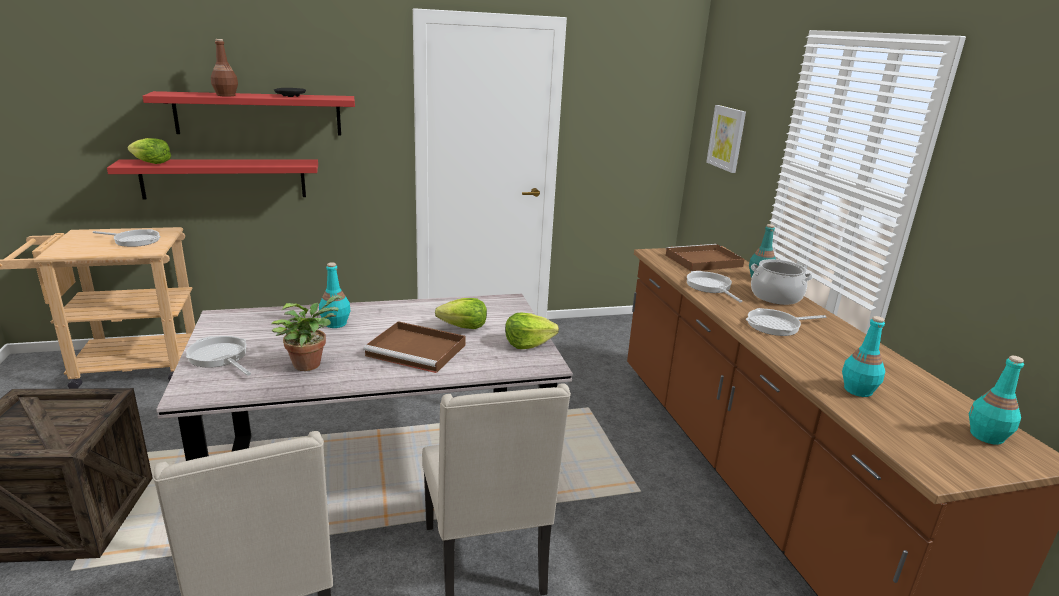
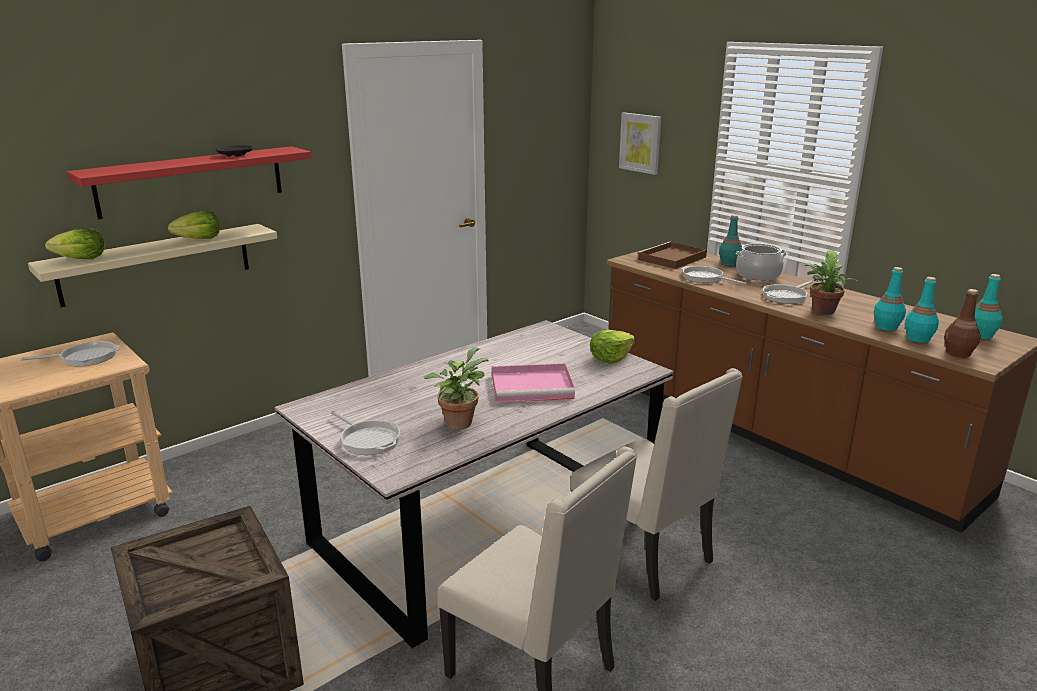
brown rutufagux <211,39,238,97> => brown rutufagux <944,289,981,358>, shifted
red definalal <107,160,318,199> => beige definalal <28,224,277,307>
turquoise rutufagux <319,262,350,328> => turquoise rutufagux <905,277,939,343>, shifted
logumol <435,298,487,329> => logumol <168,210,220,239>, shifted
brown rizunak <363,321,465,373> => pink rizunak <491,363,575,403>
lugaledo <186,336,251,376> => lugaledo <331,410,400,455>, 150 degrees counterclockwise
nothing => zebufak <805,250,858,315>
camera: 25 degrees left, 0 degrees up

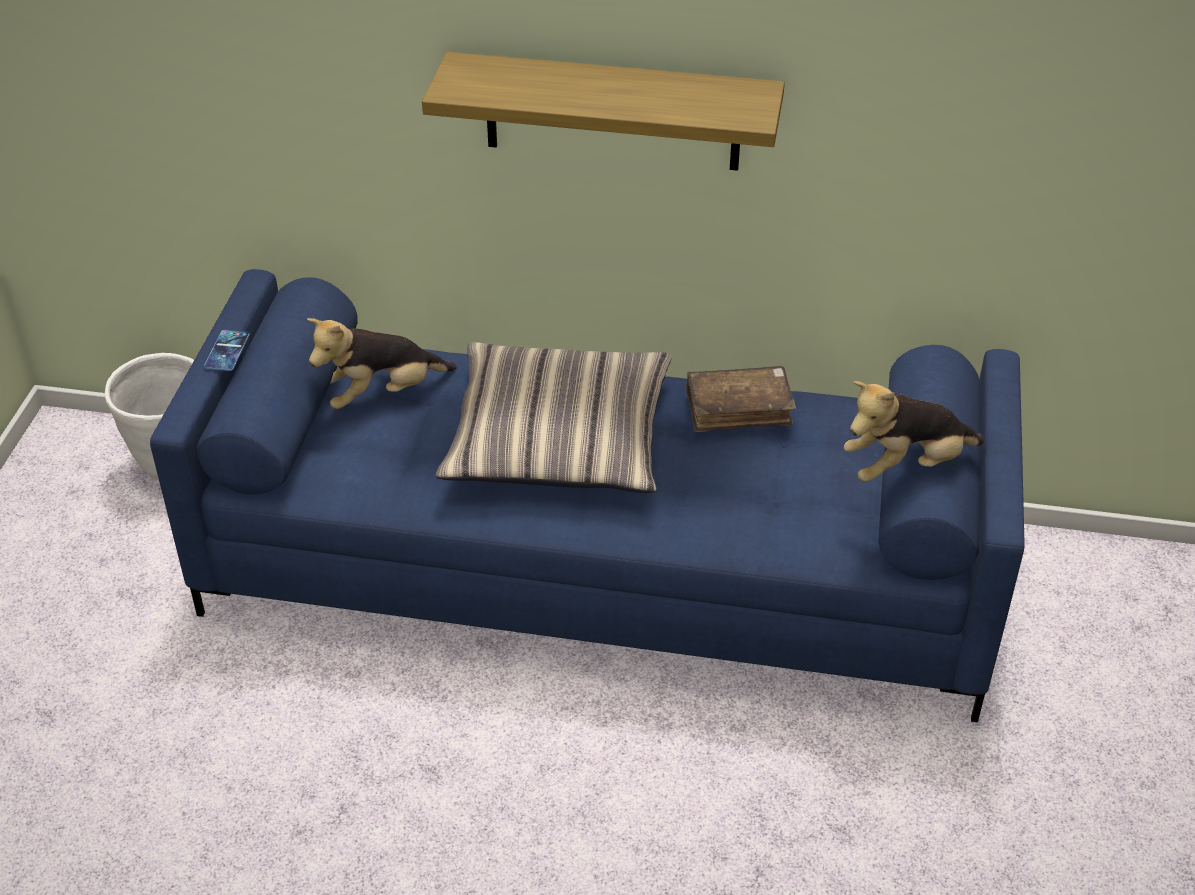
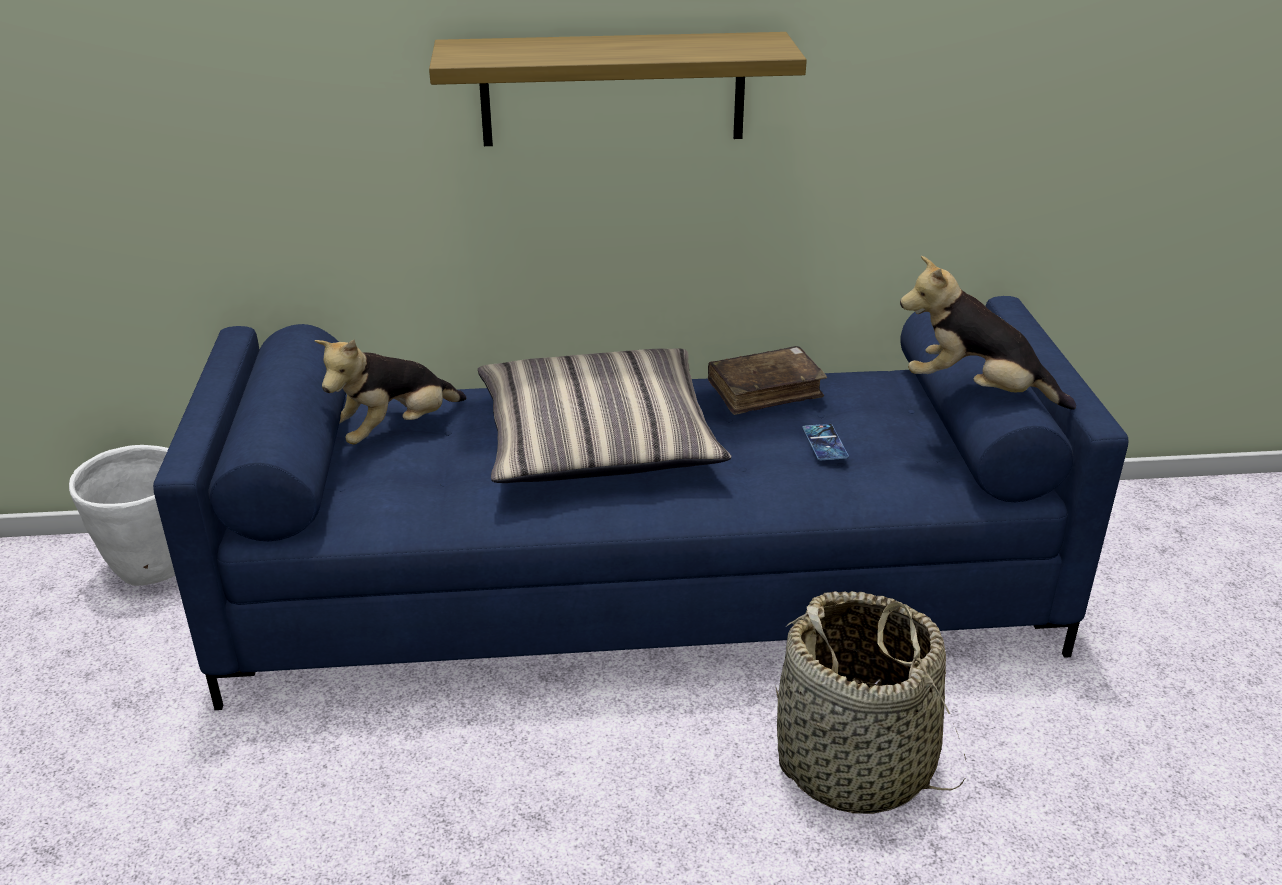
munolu <204,330,250,371> => munolu <802,424,849,460>, shifted
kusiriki <844,381,984,482> => kusiriki <900,256,1076,410>, 60 degrees clockwise
nothing => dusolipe <775,591,966,814>
camera: 15 degrees left, 10 degrees down

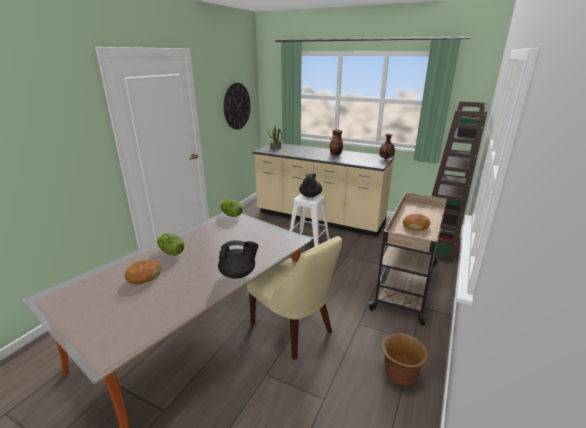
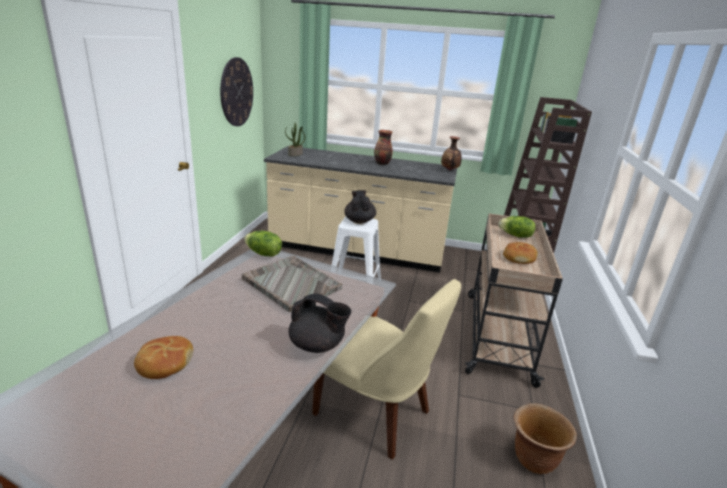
logumol <157,233,184,256> => logumol <498,216,536,238>, shifted
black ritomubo <218,240,258,279> => black ritomubo <288,293,351,353>, 45 degrees clockwise
nothing => grey rizunak <242,256,342,312>
camera: 15 degrees left, 0 degrees up

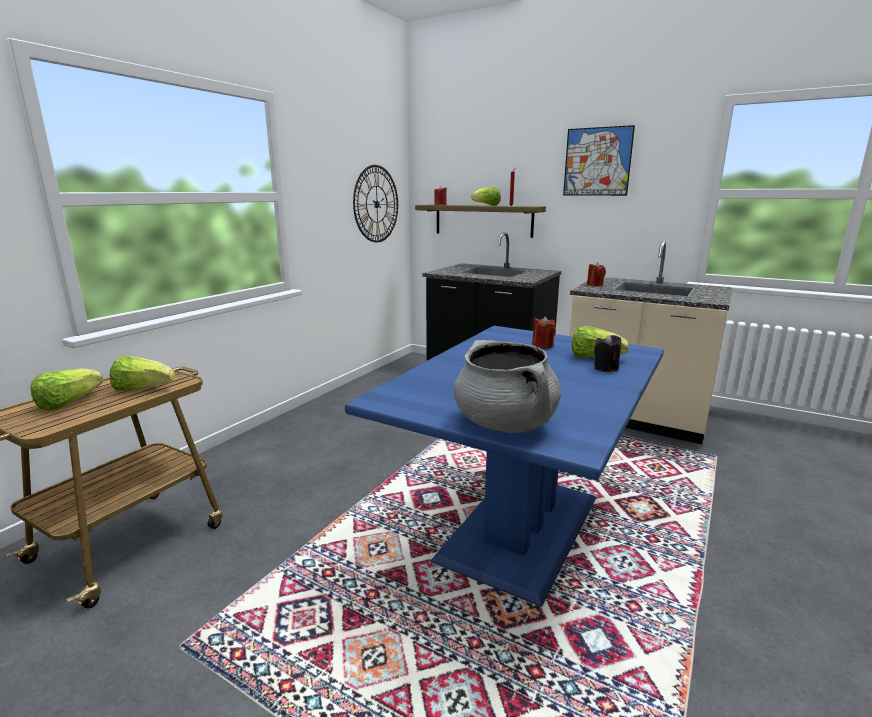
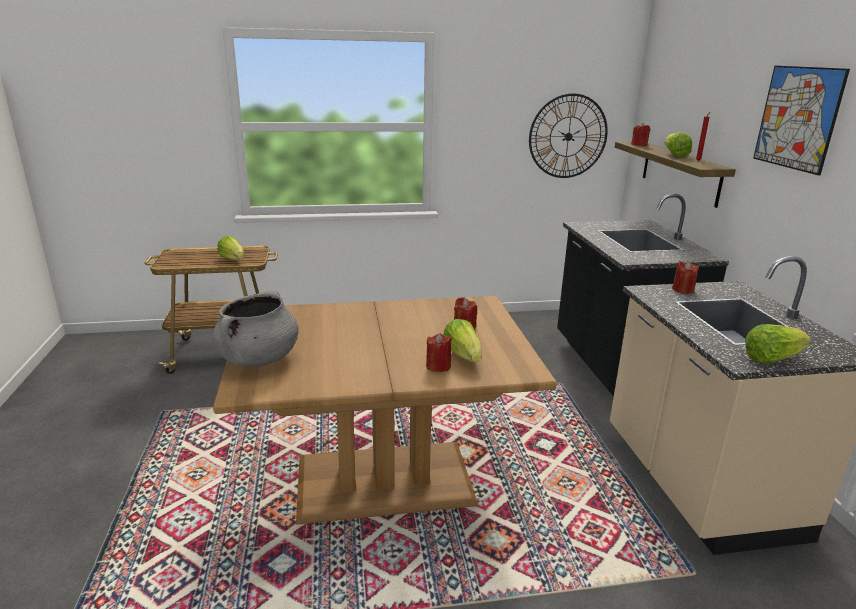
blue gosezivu <345,326,664,607> => brown gosezivu <213,296,557,524>
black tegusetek <594,334,621,372> => red tegusetek <426,333,452,372>
logumol <31,368,103,411> => logumol <745,324,811,364>, shifted
camera: 50 degrees right, 5 degrees up

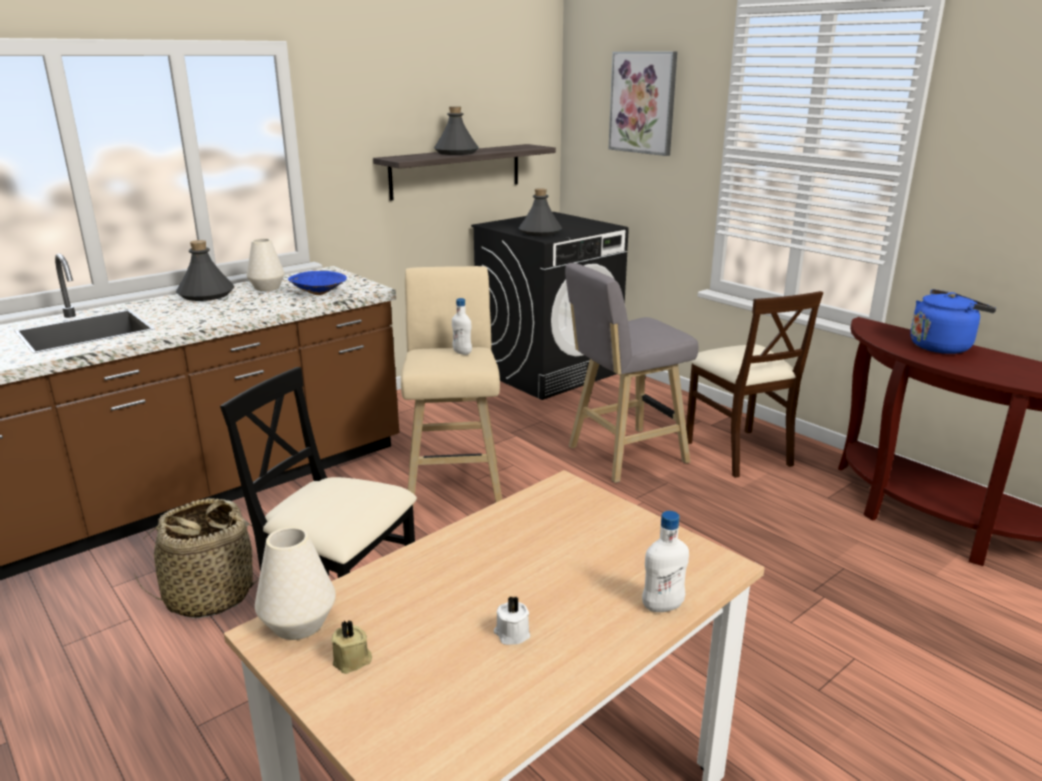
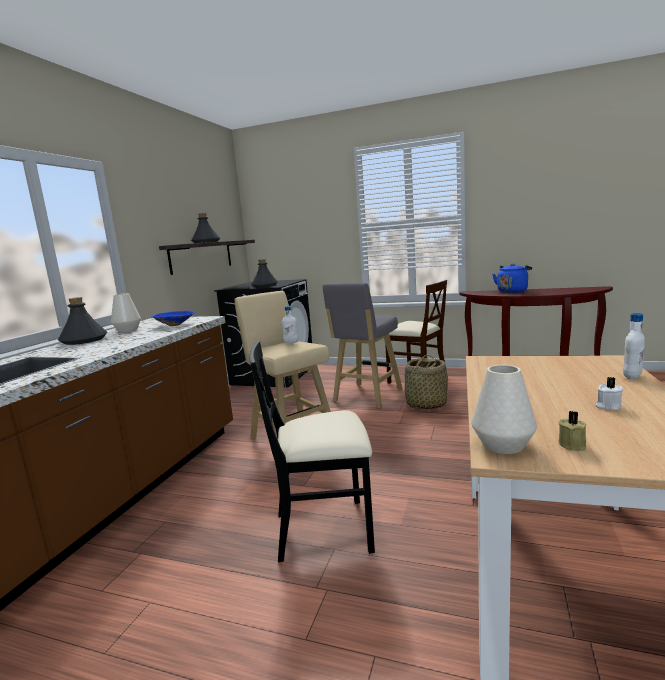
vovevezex <609,51,677,156> => nothing
dusolipe <133,498,260,618> => dusolipe <405,355,448,409>, shifted
camera: 30 degrees left, 10 degrees down

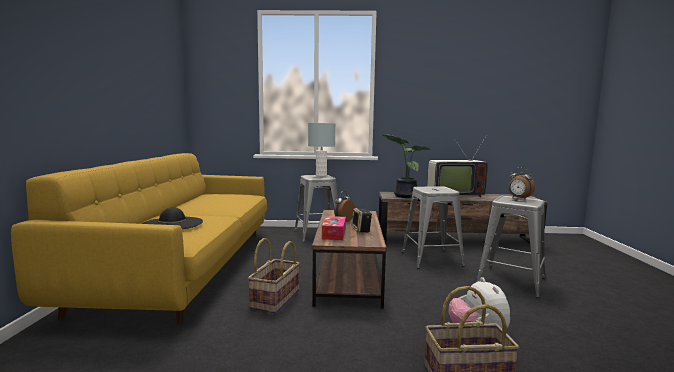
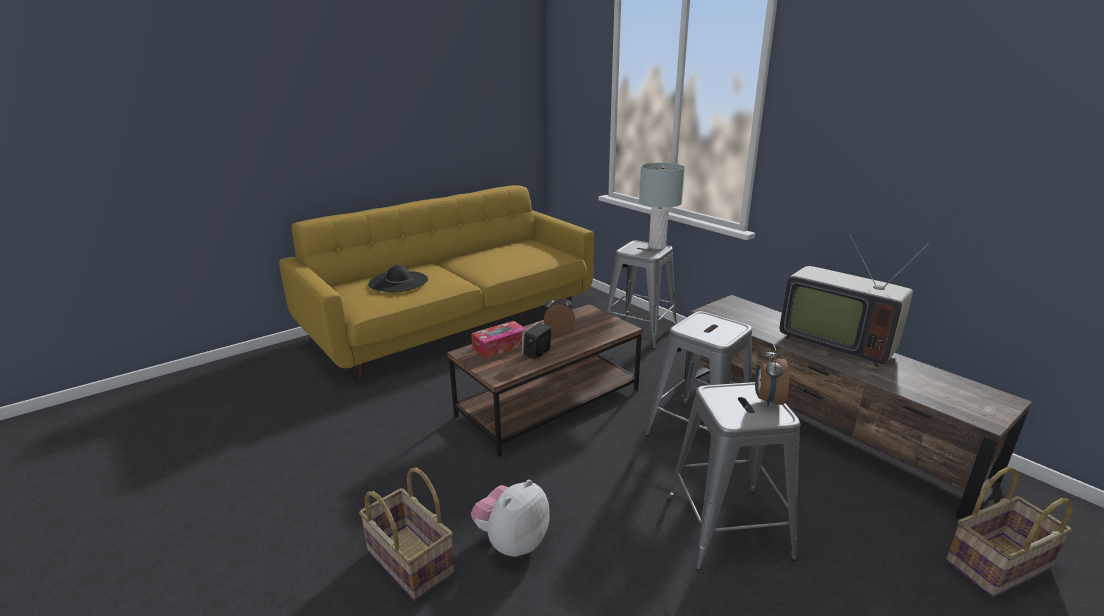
zebufak <381,134,429,198> => nothing
dusolipe <248,238,300,313> => dusolipe <946,467,1073,597>, shifted
camera: 50 degrees right, 15 degrees up

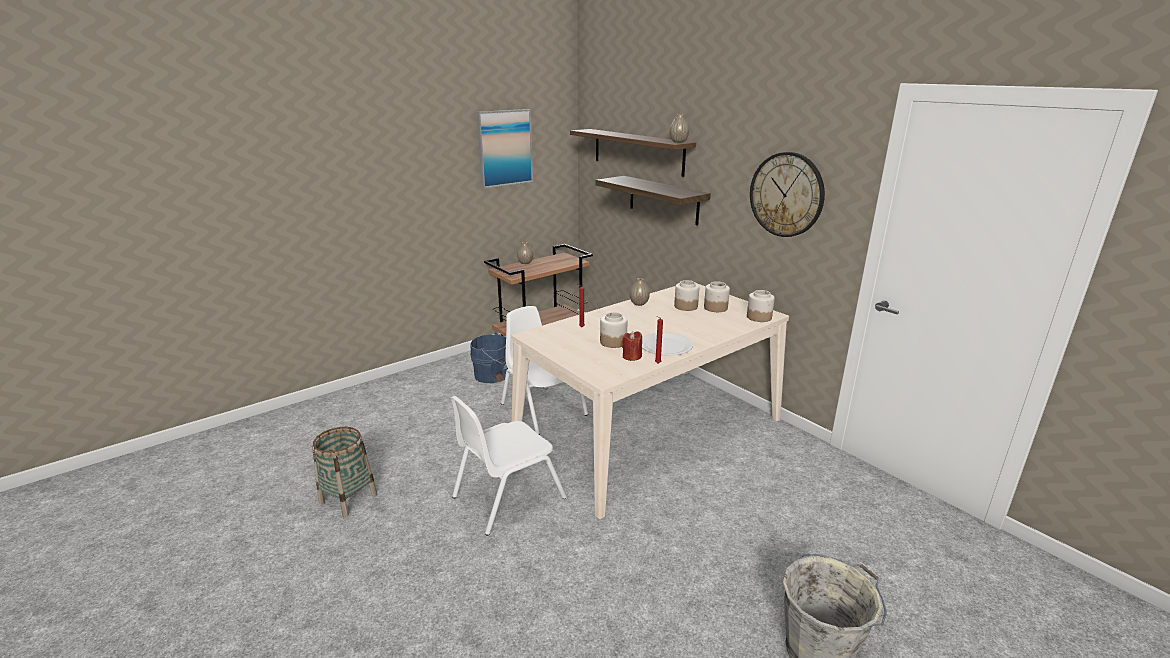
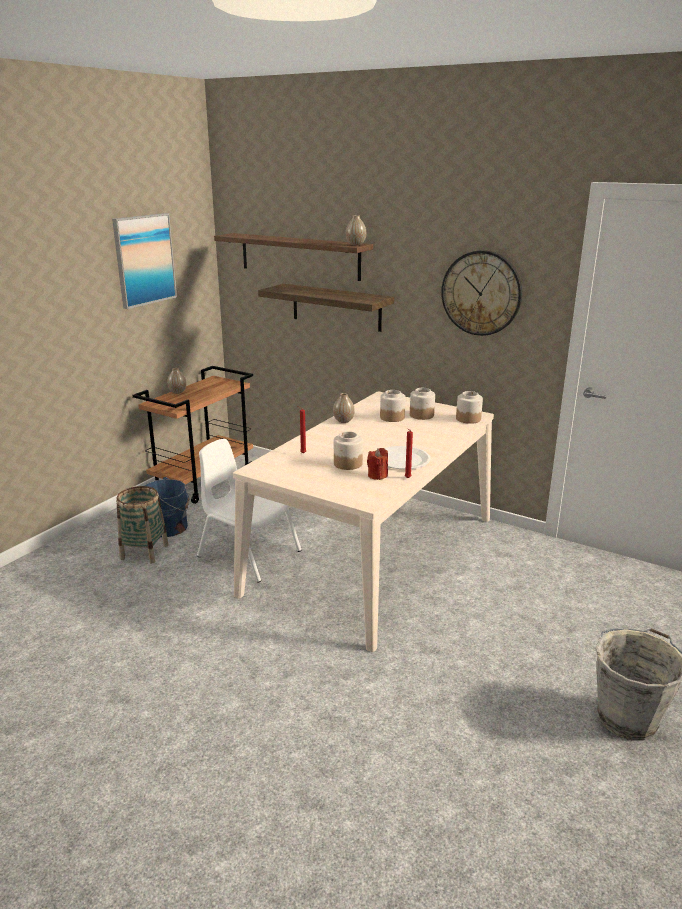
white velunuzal <450,396,567,536> => nothing
dusolipe <312,427,378,517> => dusolipe <116,486,169,564>, shifted
camera: 20 degrees left, 0 degrees up

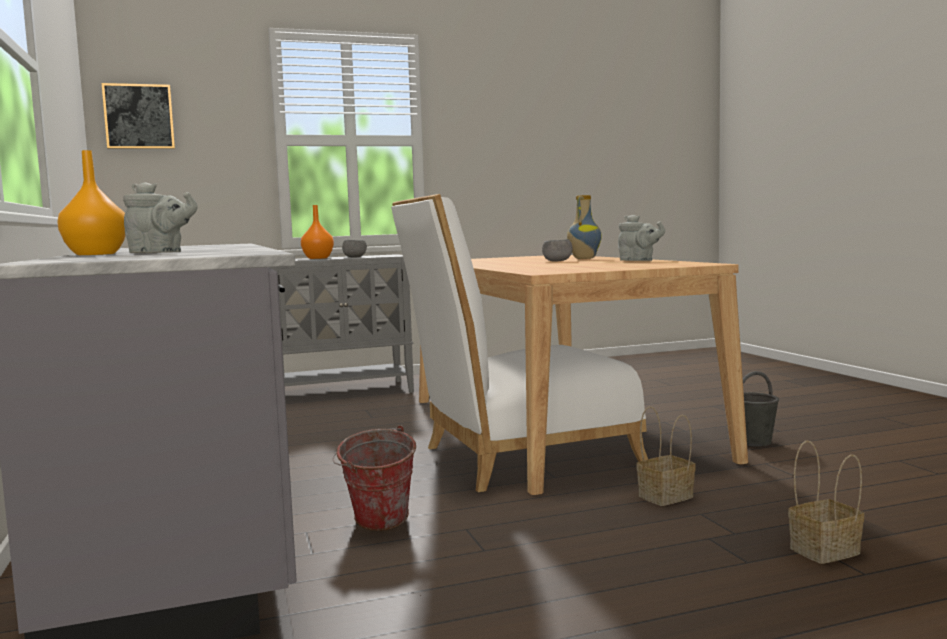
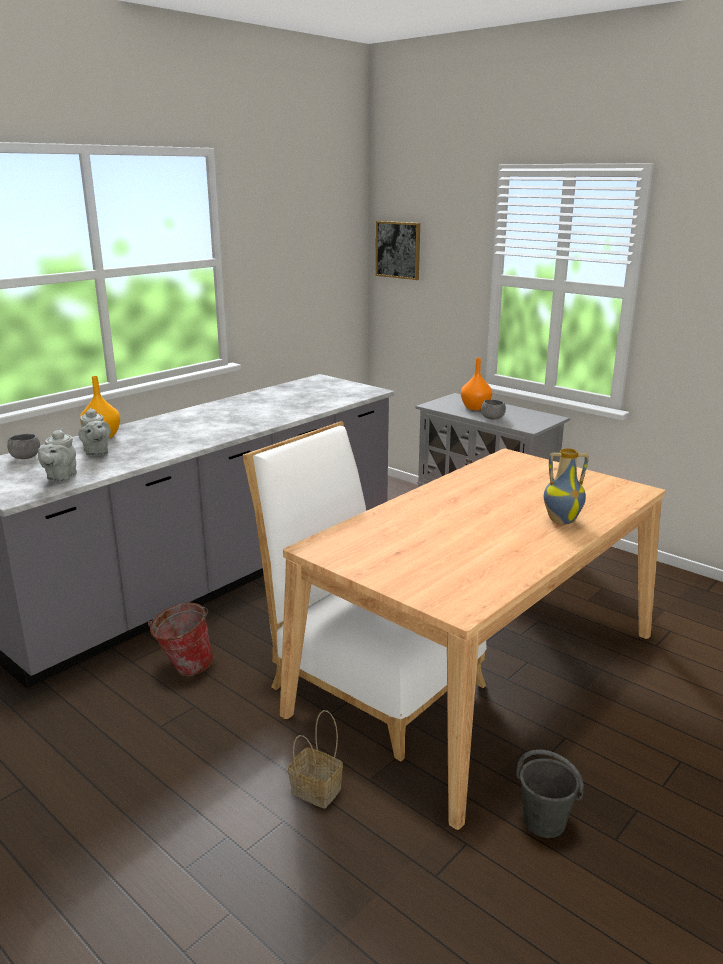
grey ritomubo <618,215,665,261> => grey ritomubo <38,428,77,482>, shifted
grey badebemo <542,239,572,262> => grey badebemo <7,434,40,459>, shifted
dusolipe <788,440,864,564> => nothing
camera: 60 degrees right, 15 degrees up

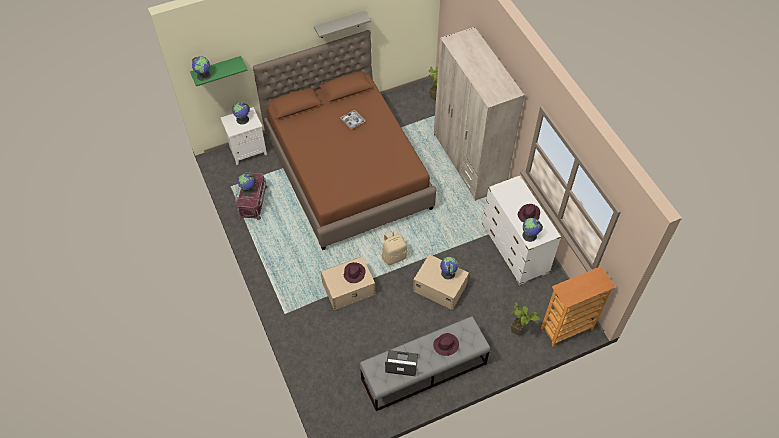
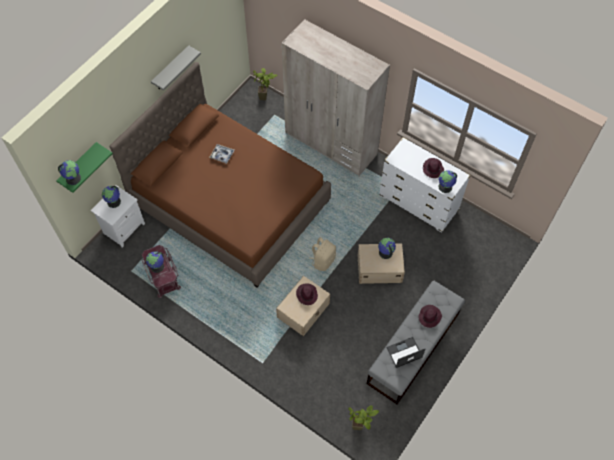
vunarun <541,266,615,347> => nothing
zebufak <511,302,541,335> => zebufak <348,406,379,430>, shifted
camera: 30 degrees left, 5 degrees up

